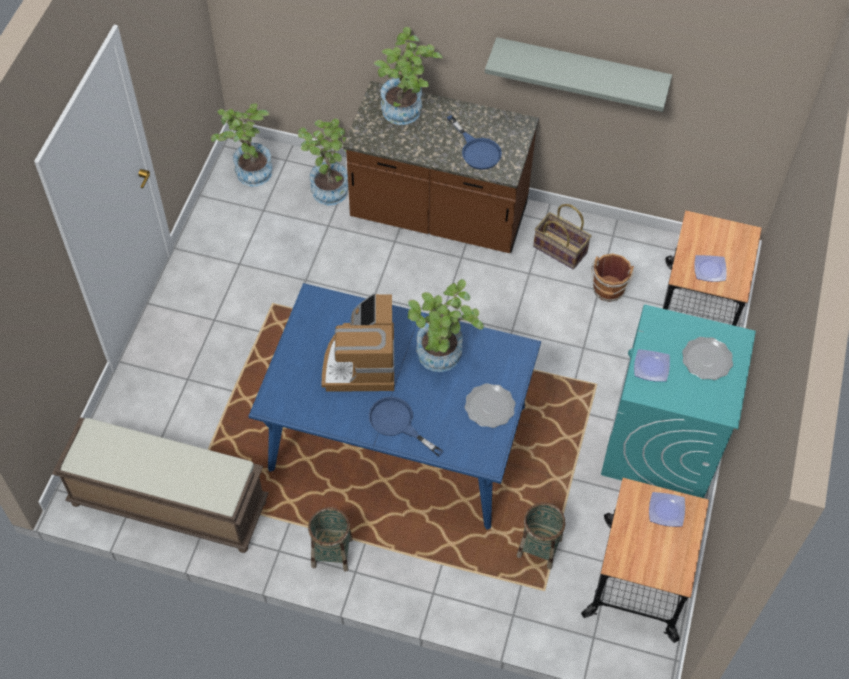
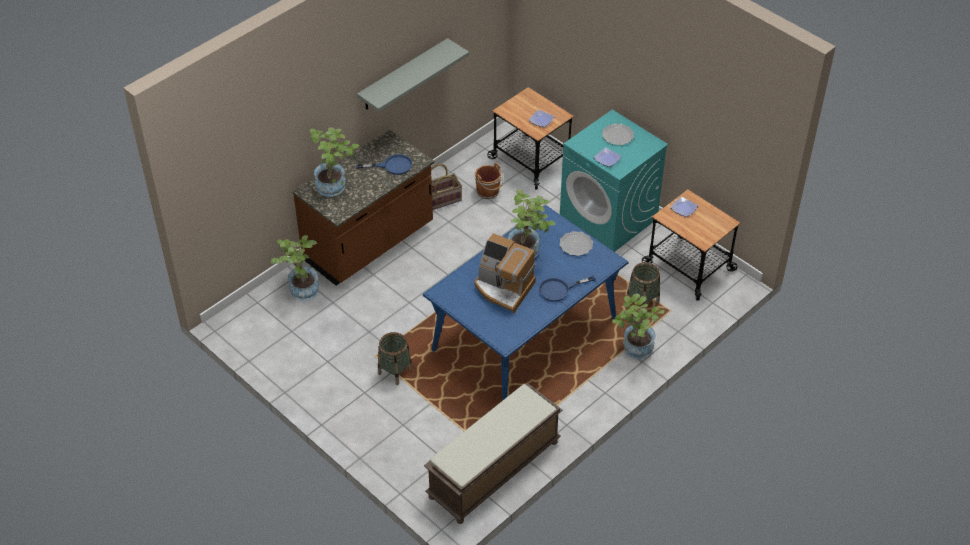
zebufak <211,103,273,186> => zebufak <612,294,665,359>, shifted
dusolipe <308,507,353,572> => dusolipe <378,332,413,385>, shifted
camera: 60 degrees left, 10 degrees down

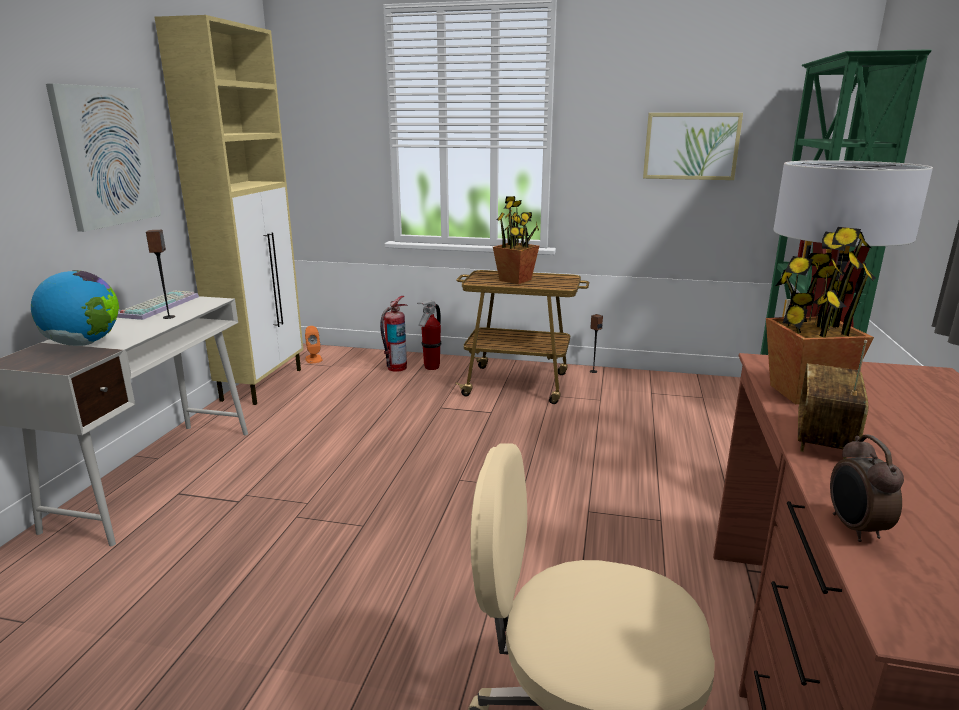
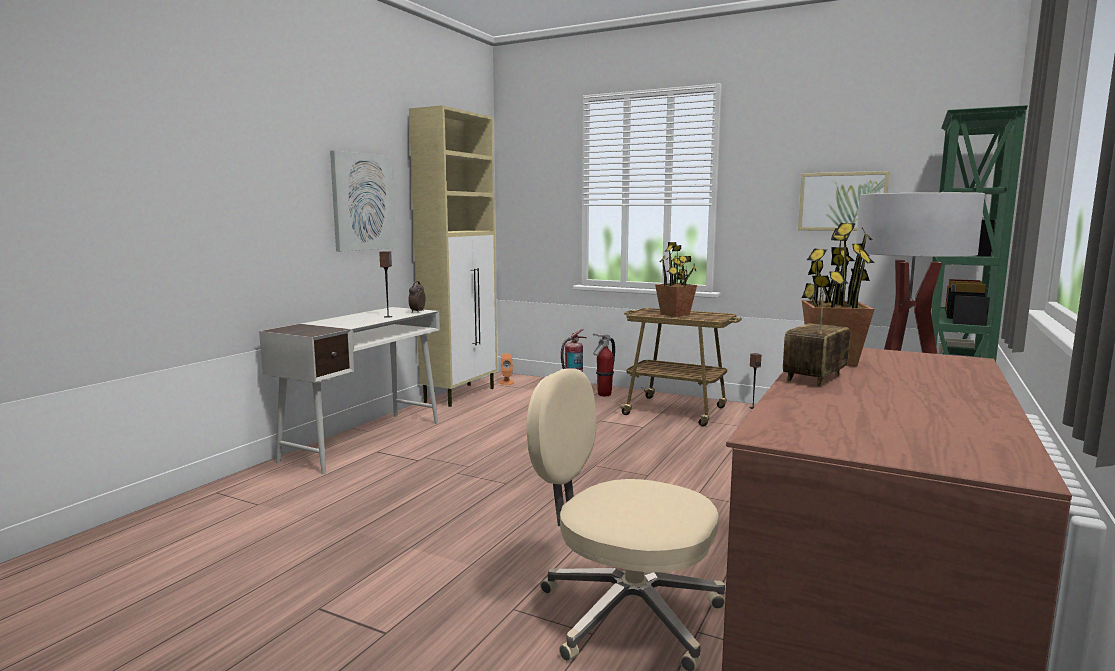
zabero <31,270,119,346> => nothing
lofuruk <117,291,199,320> => nothing
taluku <830,435,904,542> => taluku <408,281,426,313>, shifted
camera: 15 degrees right, 10 degrees down

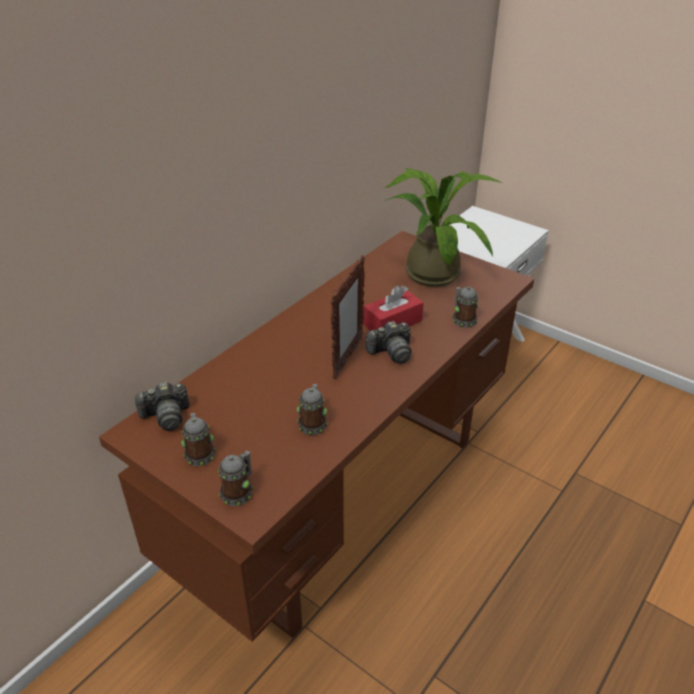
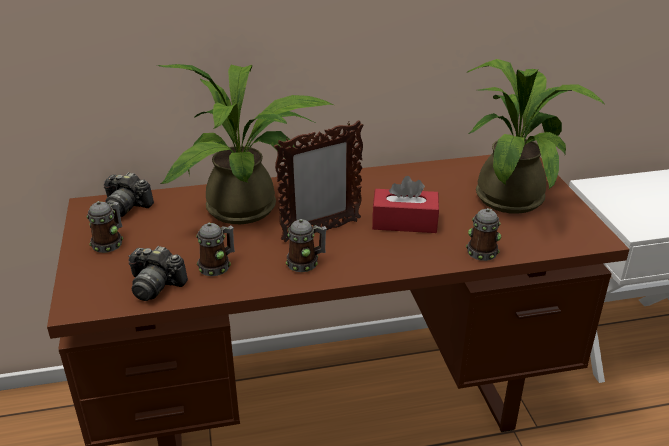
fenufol <366,321,411,364> => fenufol <128,246,188,301>, shifted
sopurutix <218,450,253,506> => sopurutix <286,219,327,272>, shifted
nothing => zebufak <157,64,334,224>
camera: 40 degrees right, 5 degrees down

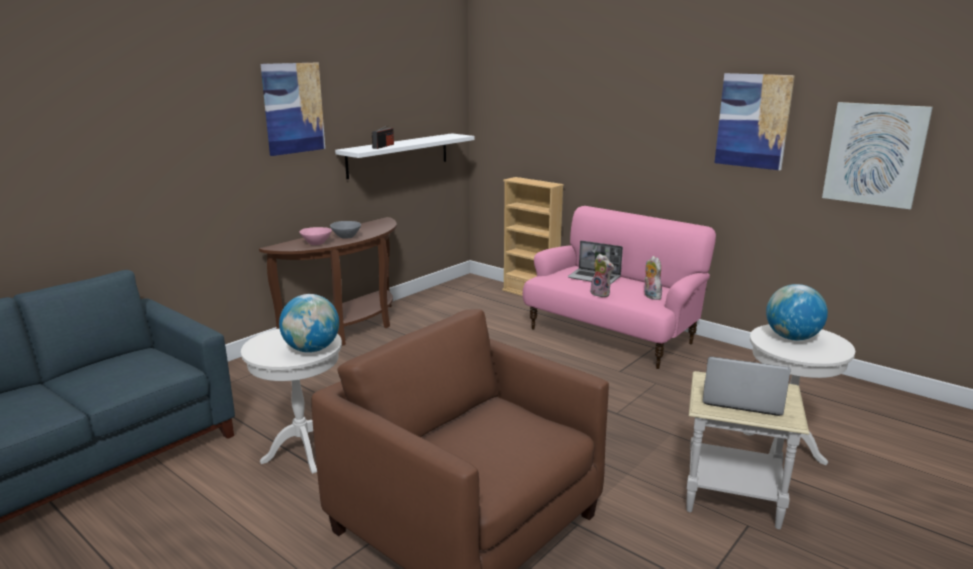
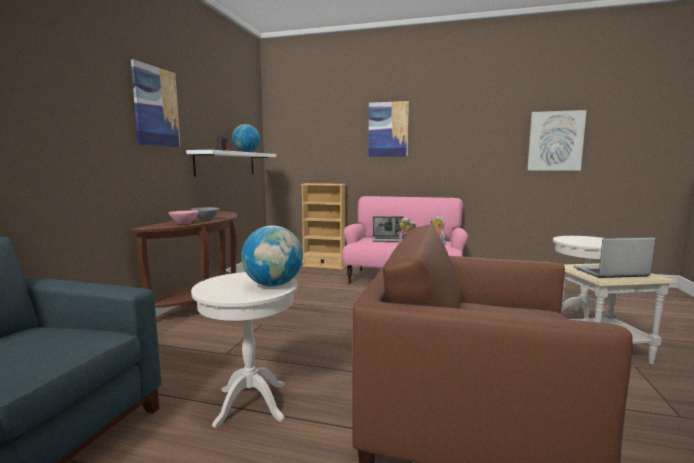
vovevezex <715,73,795,170> => vovevezex <368,101,409,157>, shifted
zabero <766,284,828,341> => zabero <232,124,260,152>, shifted
camera: 25 degrees left, 10 degrees down

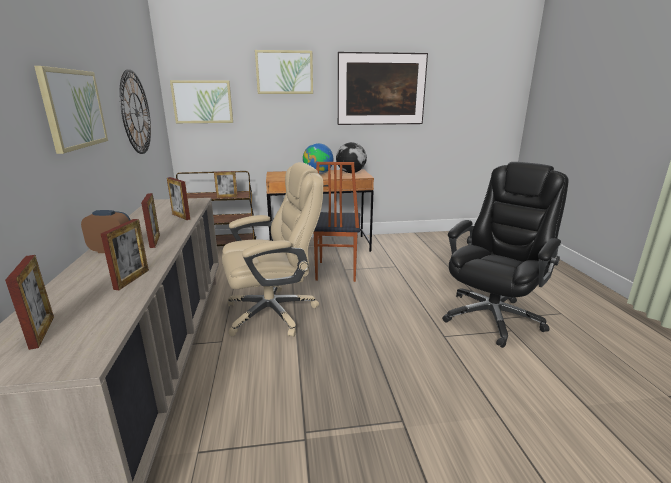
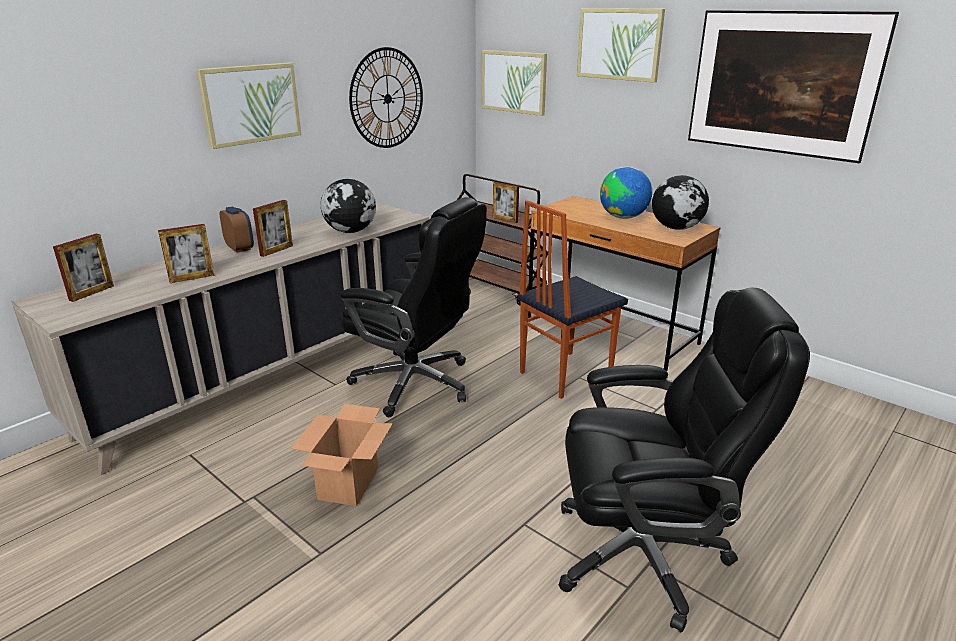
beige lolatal <222,162,323,337> => black lolatal <340,197,487,417>
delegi <167,177,190,220> => zabero <321,179,376,233>
nothing => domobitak <291,404,393,506>
camera: 50 degrees right, 5 degrees up

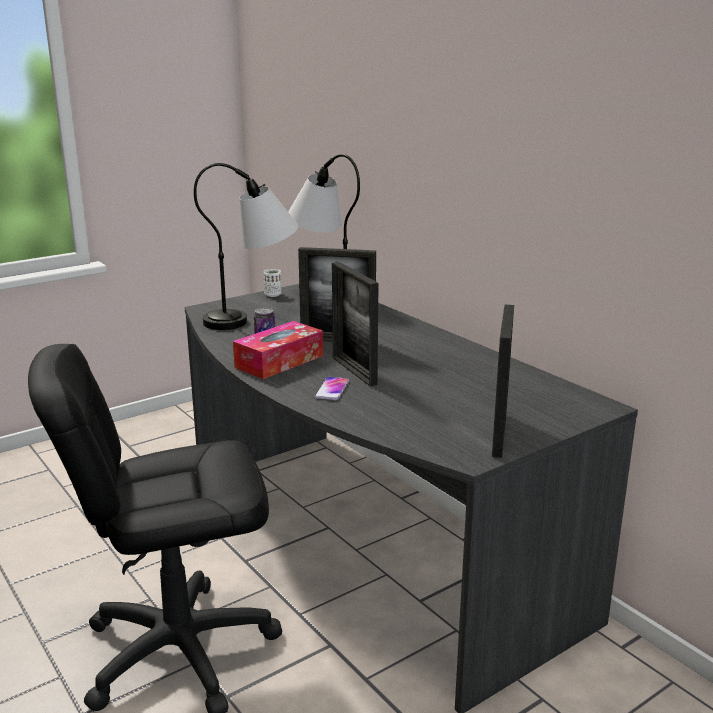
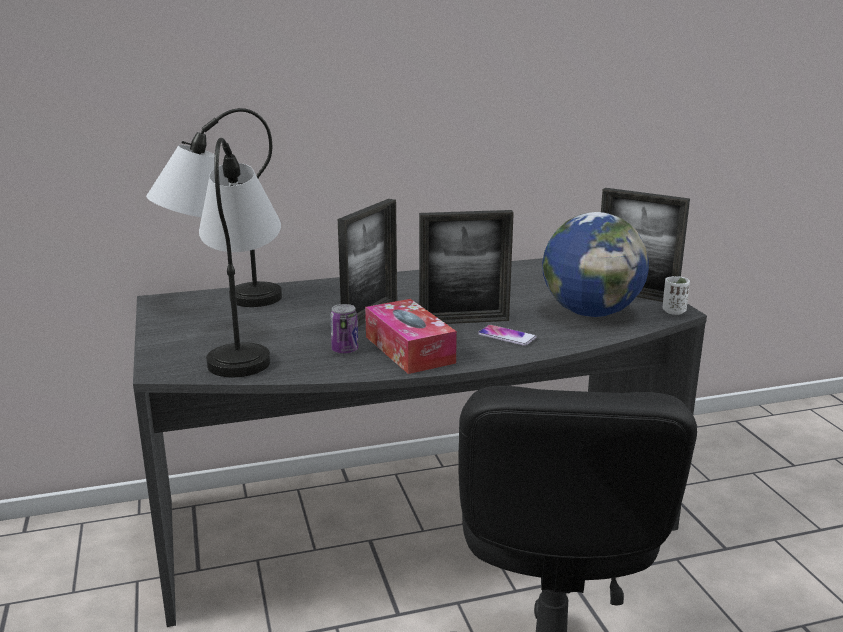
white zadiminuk <264,269,281,297> => white zadiminuk <663,276,690,315>, shifted
nothing => zabero <542,212,649,317>
camera: 70 degrees left, 0 degrees up

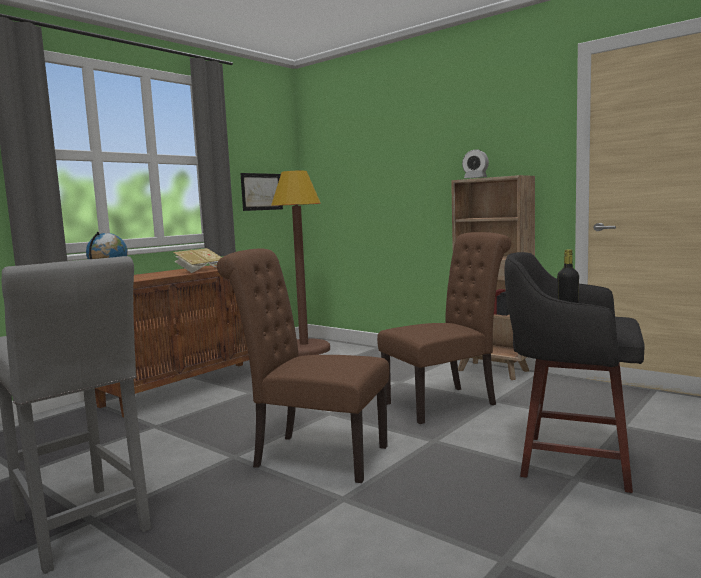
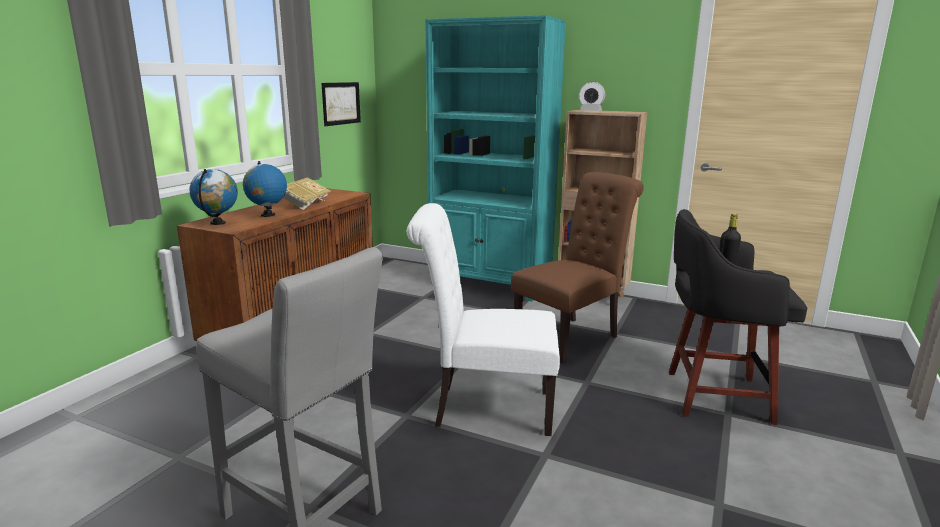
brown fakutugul <271,171,330,357> => nothing
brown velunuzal <217,248,389,483> => white velunuzal <407,203,560,436>
nothing => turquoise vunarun <425,15,566,301>
nothing => zabero <243,161,287,217>
camera: 15 degrees left, 10 degrees up

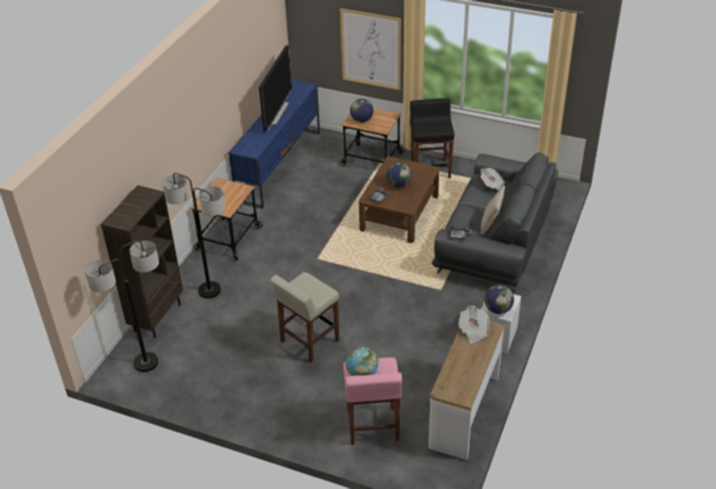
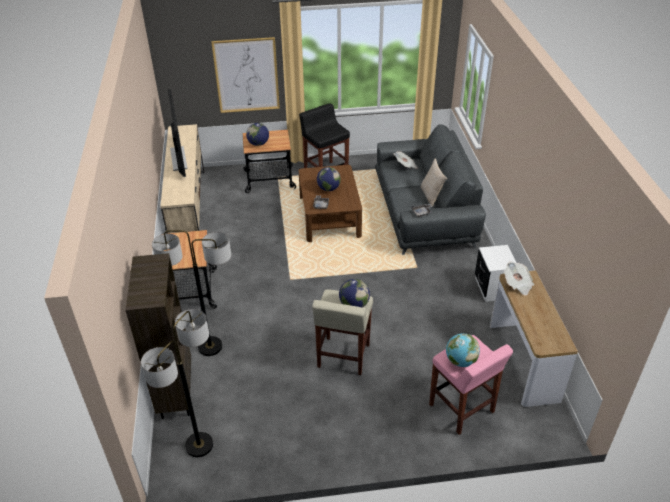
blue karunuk <228,80,320,209> => beige karunuk <160,124,204,234>
zabero <484,285,514,314> => zabero <339,279,370,308>, shifted
camera: 30 degrees left, 0 degrees up

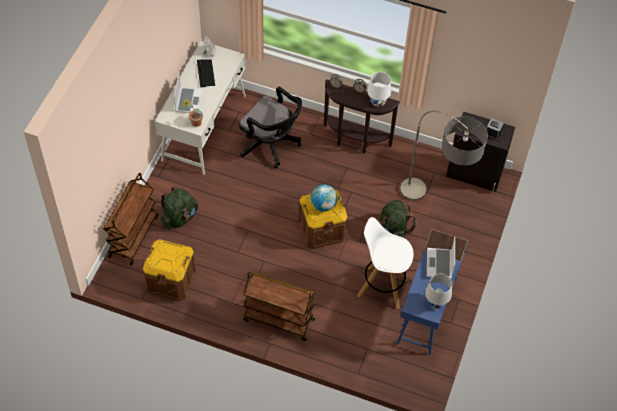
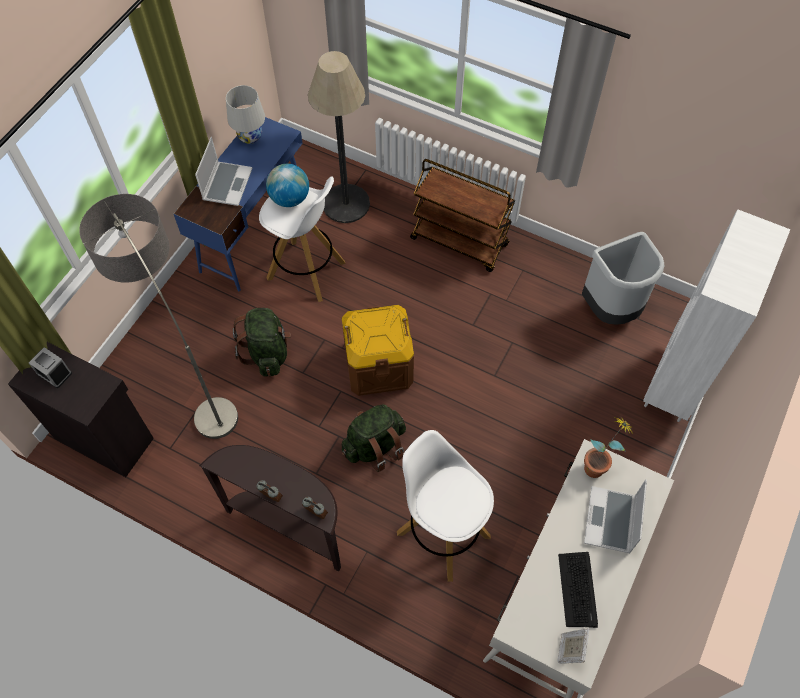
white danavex <367,72,391,107> => nothing
black lolatal <239,87,302,169> => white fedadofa <397,430,494,582>
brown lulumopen <103,173,158,265> => white vunarun <643,210,790,422>
zabero <310,184,337,212> => zabero <266,164,309,207>, shifted
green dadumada <160,186,198,229> => green dadumada <342,404,406,472>, shifted
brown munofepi <143,239,196,301> => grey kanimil <582,232,665,324>
nothing => fakutugul <308,51,370,223>
camera: 170 degrees left, 5 degrees up

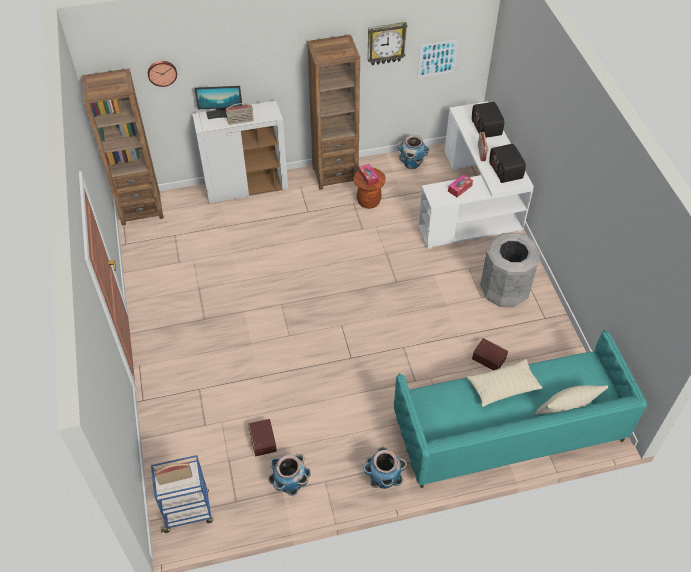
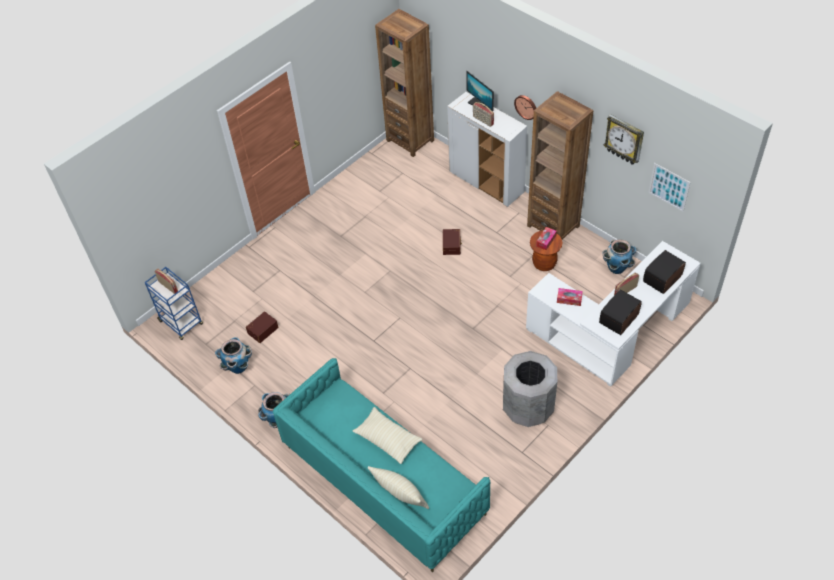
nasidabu <148,61,177,87> => nasidabu <514,95,536,120>, shifted
brown munofepi <472,338,508,370> => brown munofepi <443,229,462,255>, shifted
camera: 60 degrees right, 0 degrees up

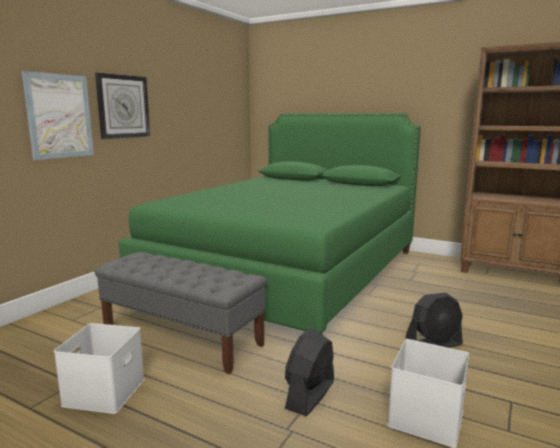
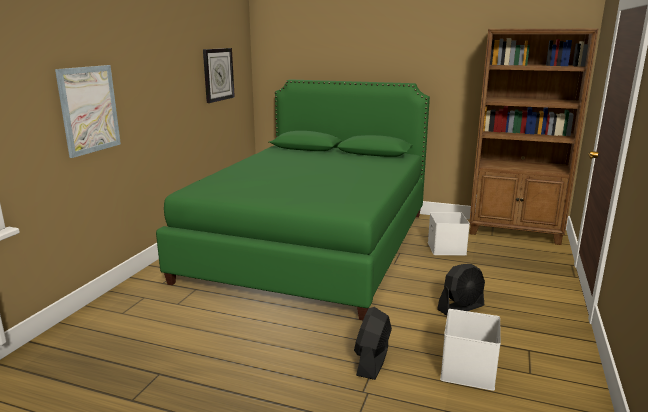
nasidabu <95,72,150,139> => nasidabu <203,48,235,103>, shifted
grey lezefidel <94,252,267,374> => nothing
white munofepi <54,323,145,414> => white munofepi <428,212,470,255>, shifted
camera: 10 degrees left, 5 degrees up

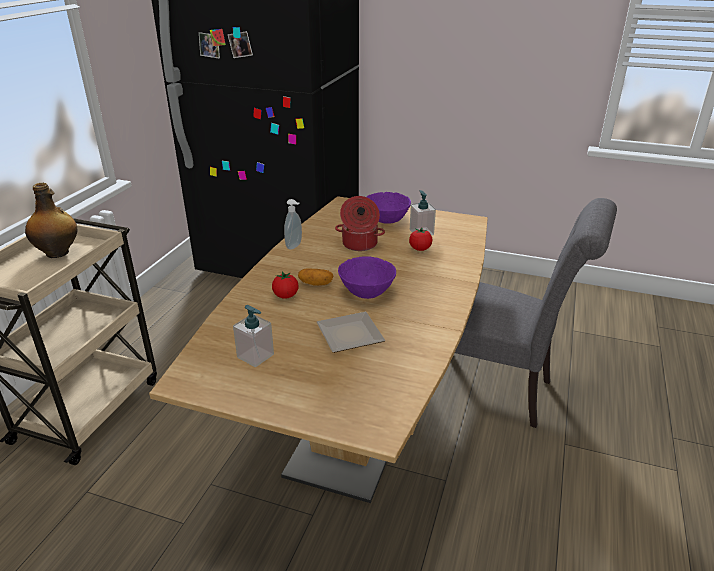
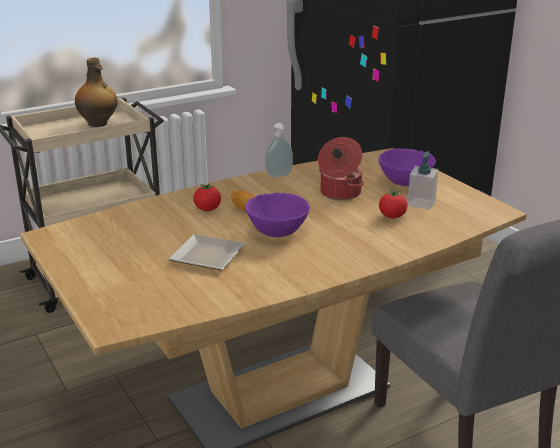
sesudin <233,305,274,367> => nothing
camera: 40 degrees right, 5 degrees down

